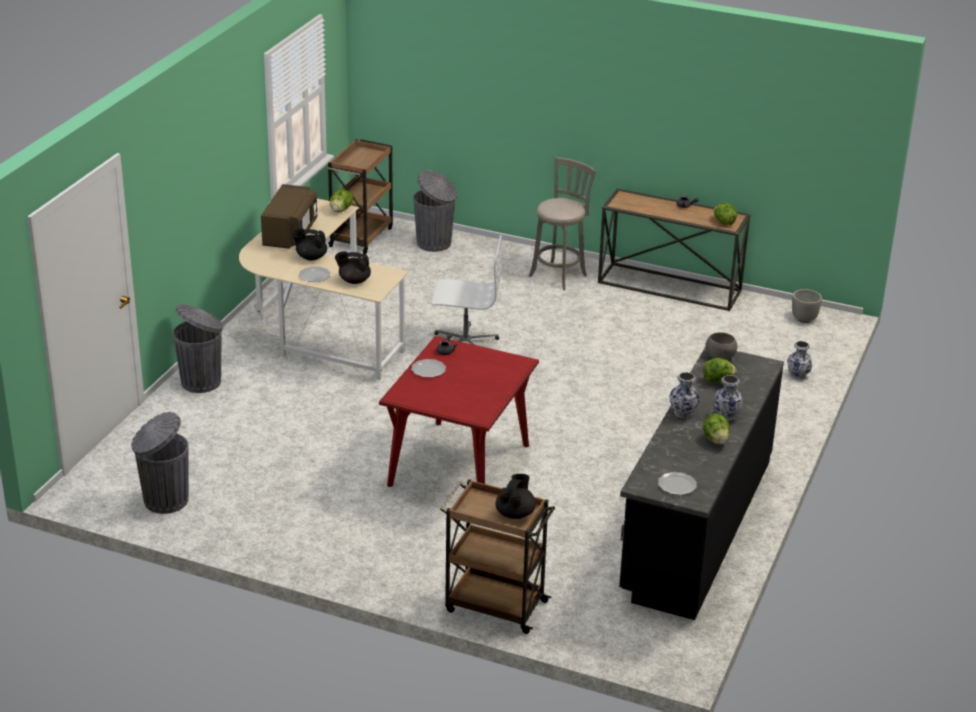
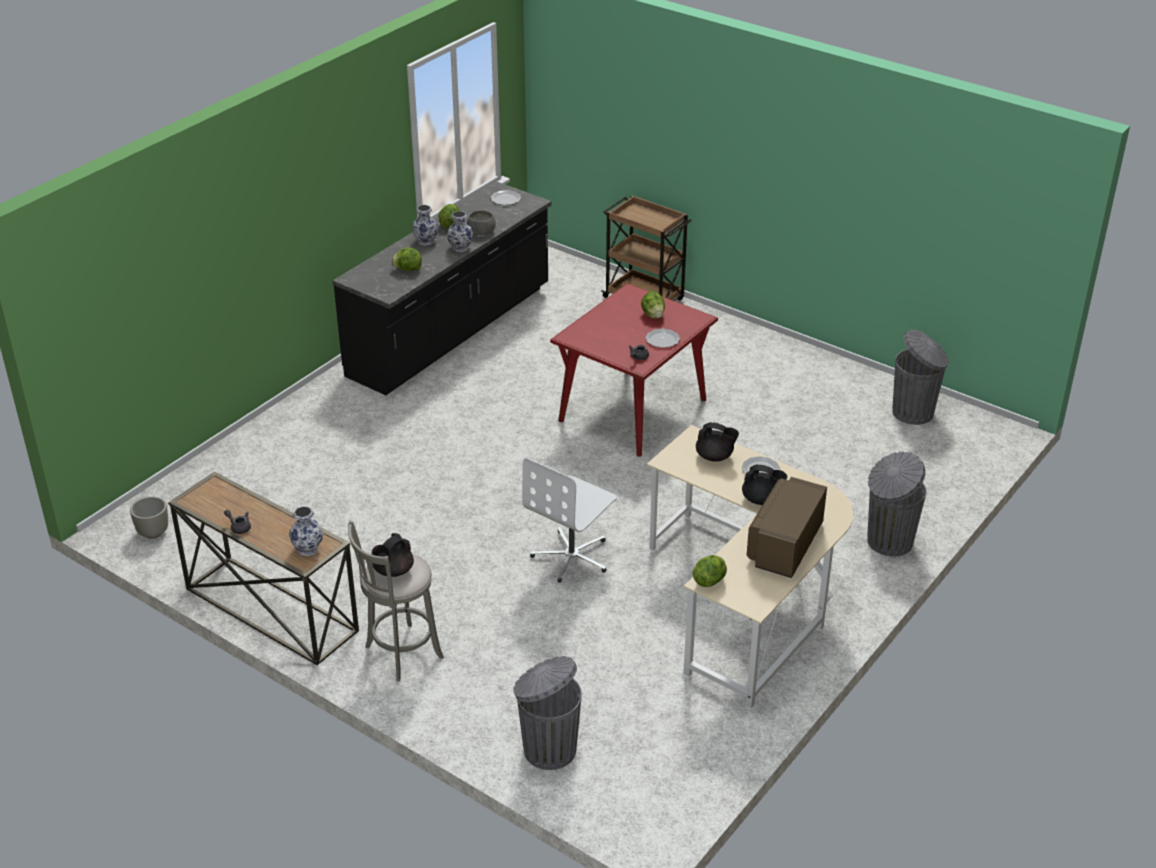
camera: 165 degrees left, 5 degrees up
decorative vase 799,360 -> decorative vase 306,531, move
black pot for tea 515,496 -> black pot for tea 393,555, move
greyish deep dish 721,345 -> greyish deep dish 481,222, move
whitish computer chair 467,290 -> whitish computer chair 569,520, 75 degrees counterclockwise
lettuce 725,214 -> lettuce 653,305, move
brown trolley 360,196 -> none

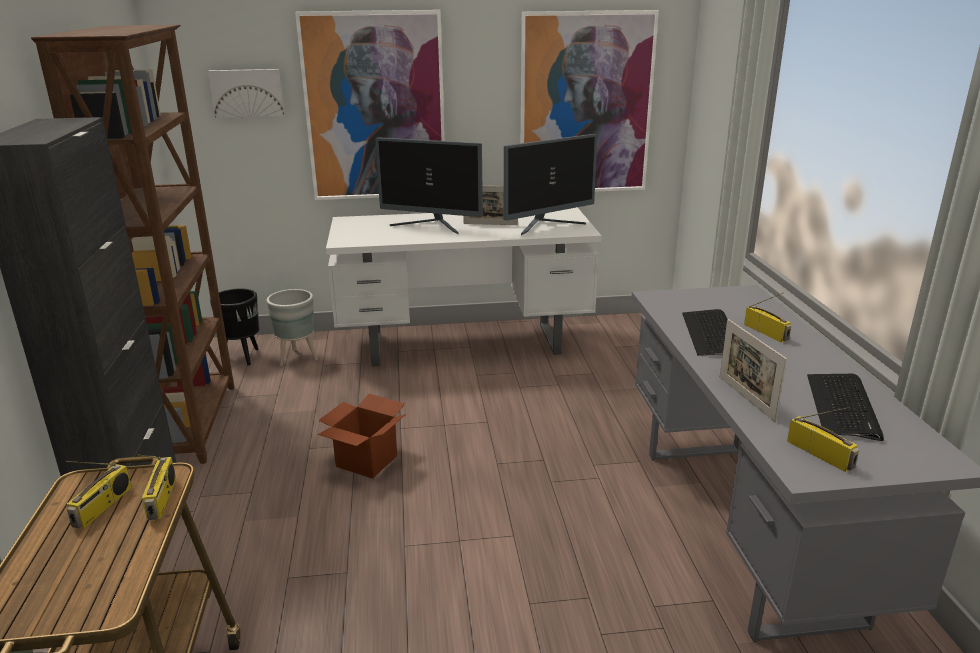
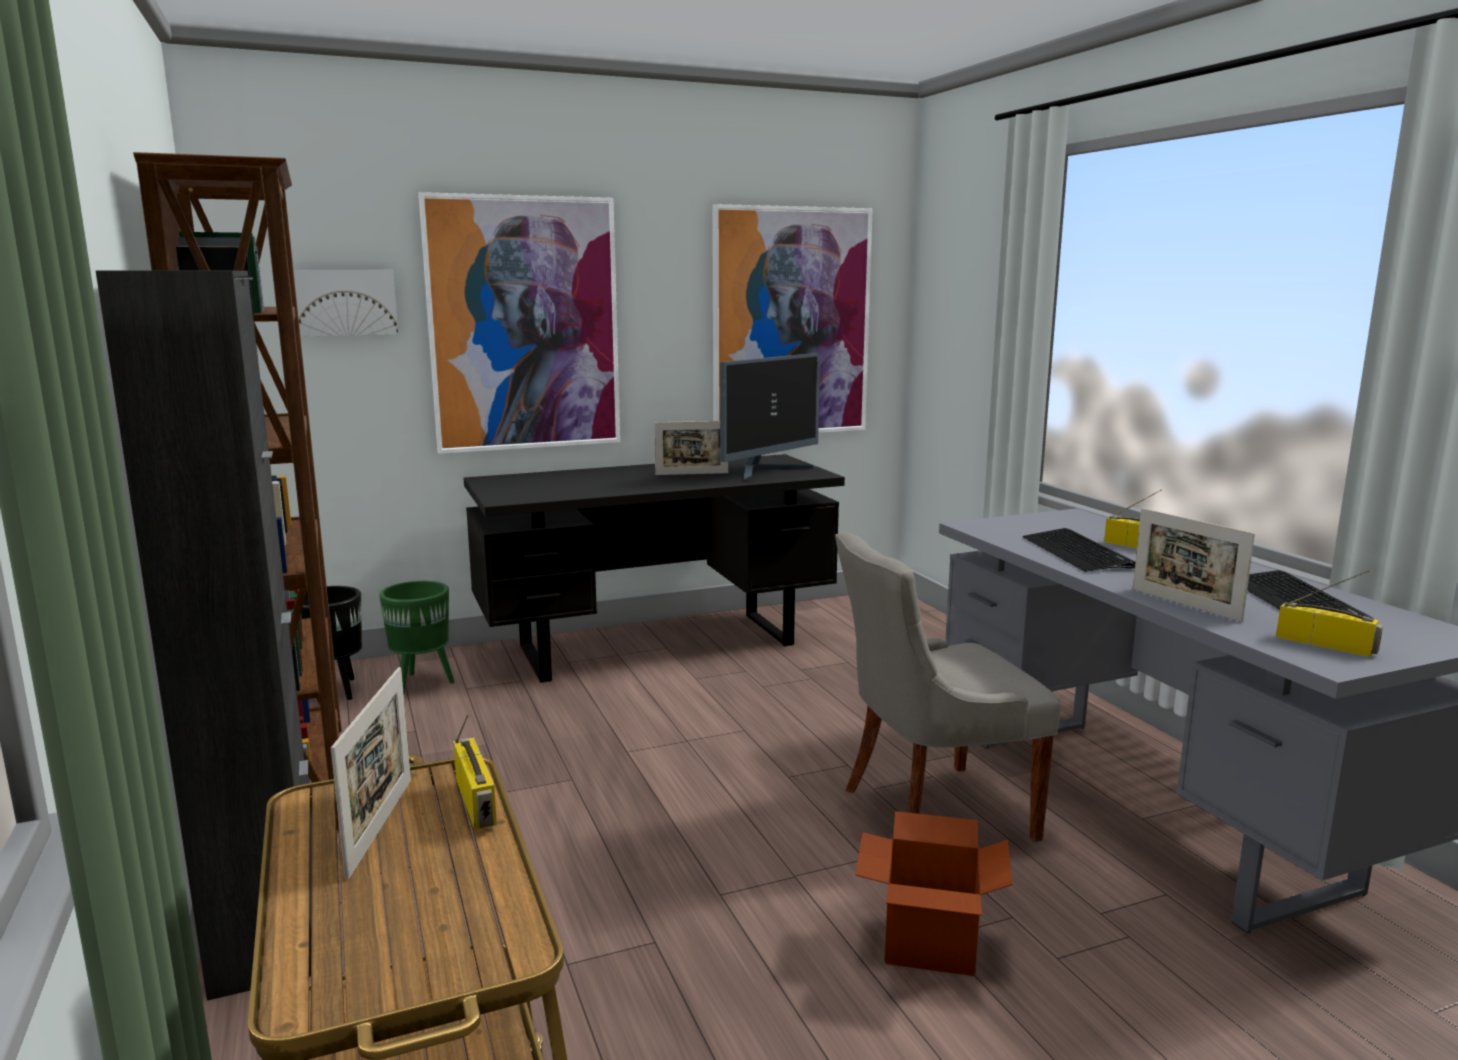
camera: 15 degrees left, 10 degrees down
radio receiver 99,495 -> photo frame 371,773
greyish planter 292,327 -> greenish planter 416,638
whitish desk table 464,286 -> black desk table 654,568
none -> greyish chair 948,687
carton 362,436 -> carton 934,893, move
monitor 429,185 -> none

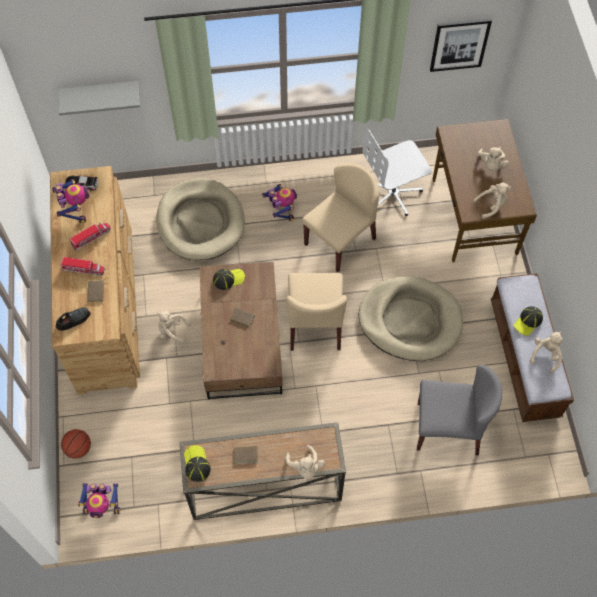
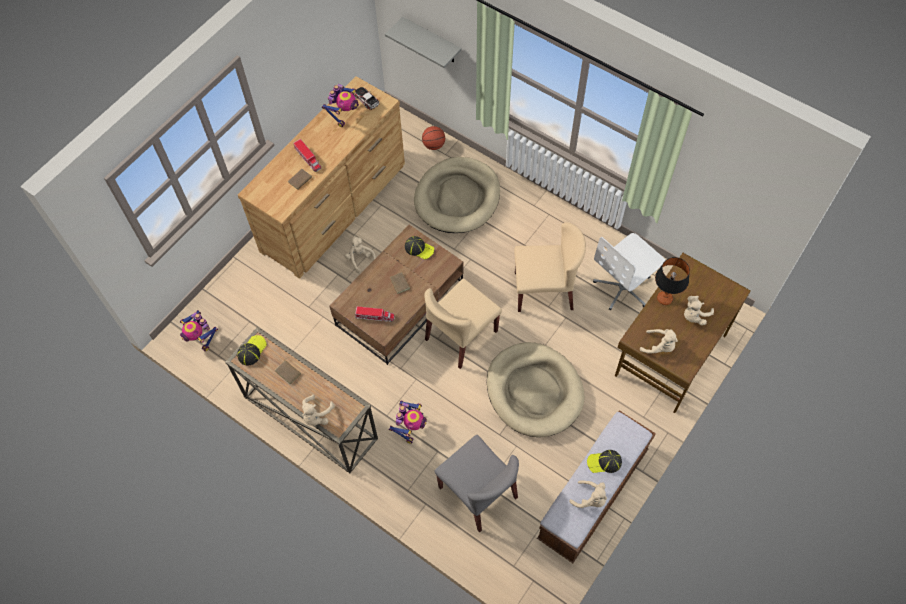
camera: 45 degrees right, 0 degrees up
toy truck 90,237 -> toy truck 375,314, move
model robot 279,202 -> model robot 408,422, move
ball for basketball 76,444 -> ball for basketball 433,138, move
sand-coloured cuddly toy 546,352 -> sand-coloured cuddly toy 588,494, 45 degrees clockwise
whitish computer chair 397,171 -> whitish computer chair 629,271, 60 degrees counterclockwise
none -> lamp for a table 672,281
black low shoe 73,319 -> none
wall picture 461,45 -> none

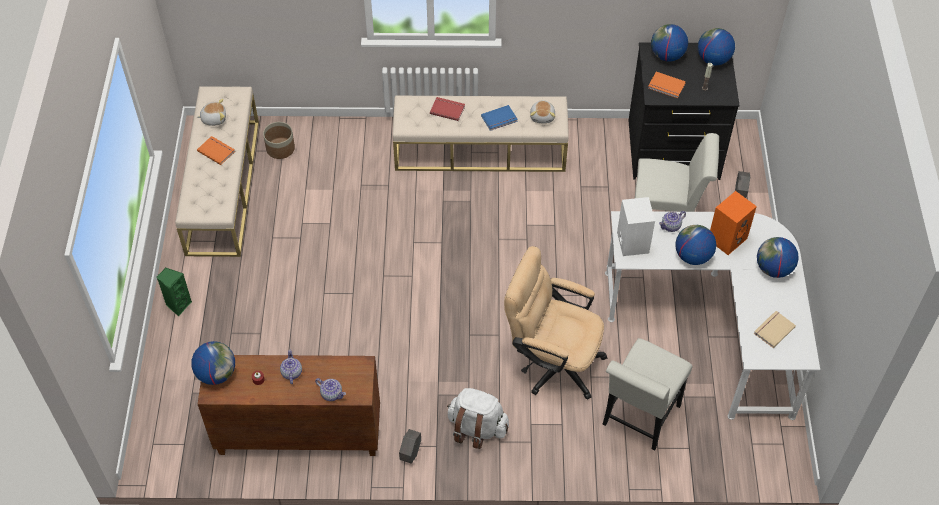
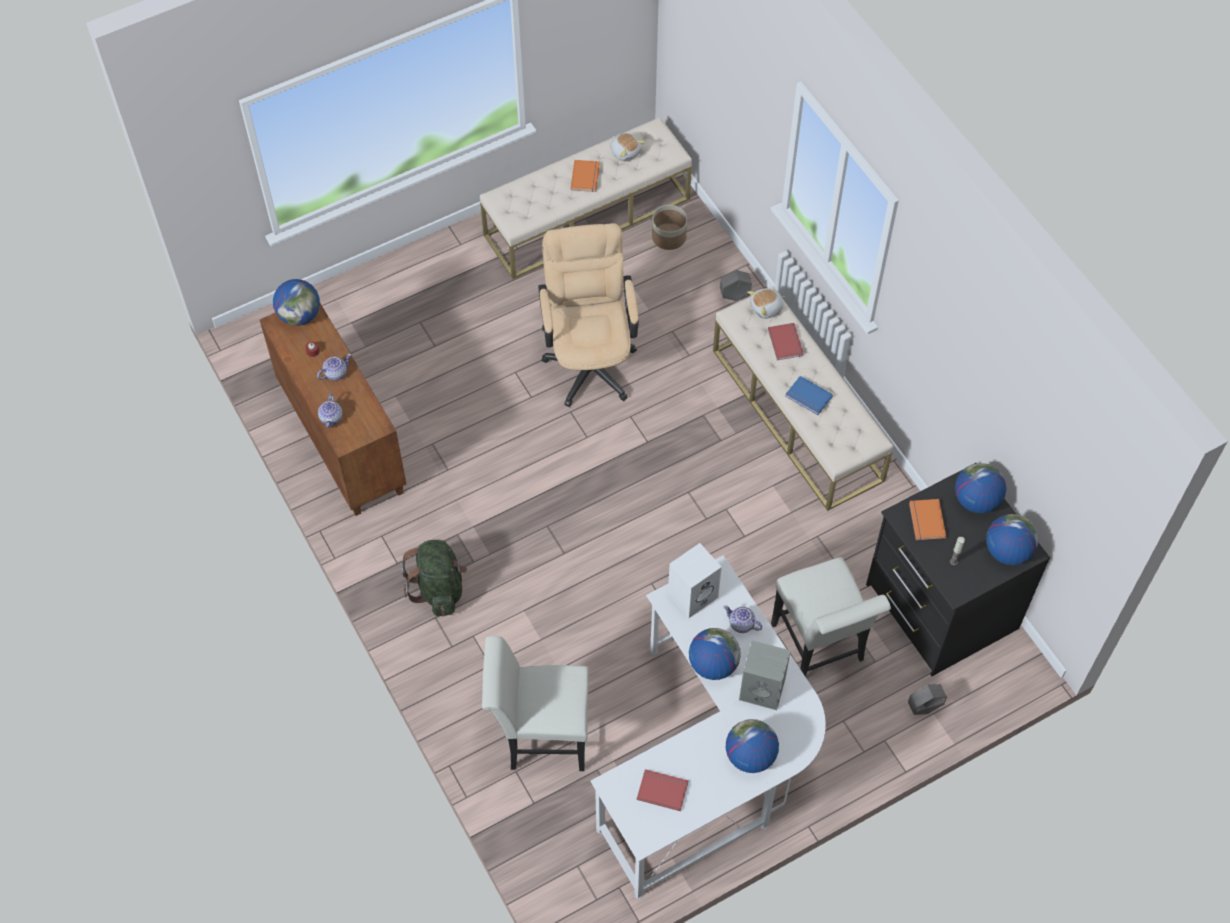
camera: 60 degrees right, 5 degrees up
whitish backpack 478,418 -> greenish backpack 434,578
sand-coloured computer chair 555,323 -> sand-coloured computer chair 588,315, move
sand-coloured book 775,329 -> reddish book 662,790
greyish planter 410,446 -> greyish planter 736,285, move
orange-coloured speaker 733,223 -> greyish speaker 765,675
cuddly toy 542,111 -> cuddly toy 766,303, move
greenish speaker 174,292 -> none

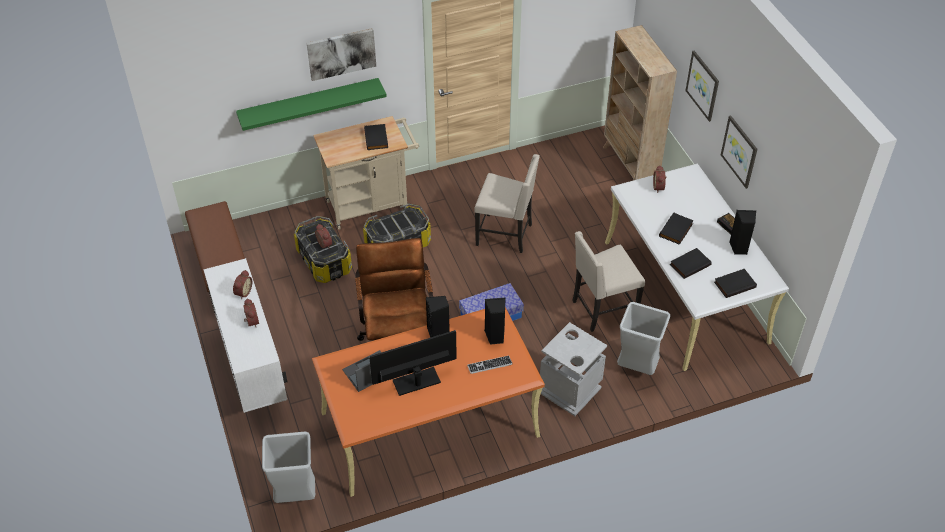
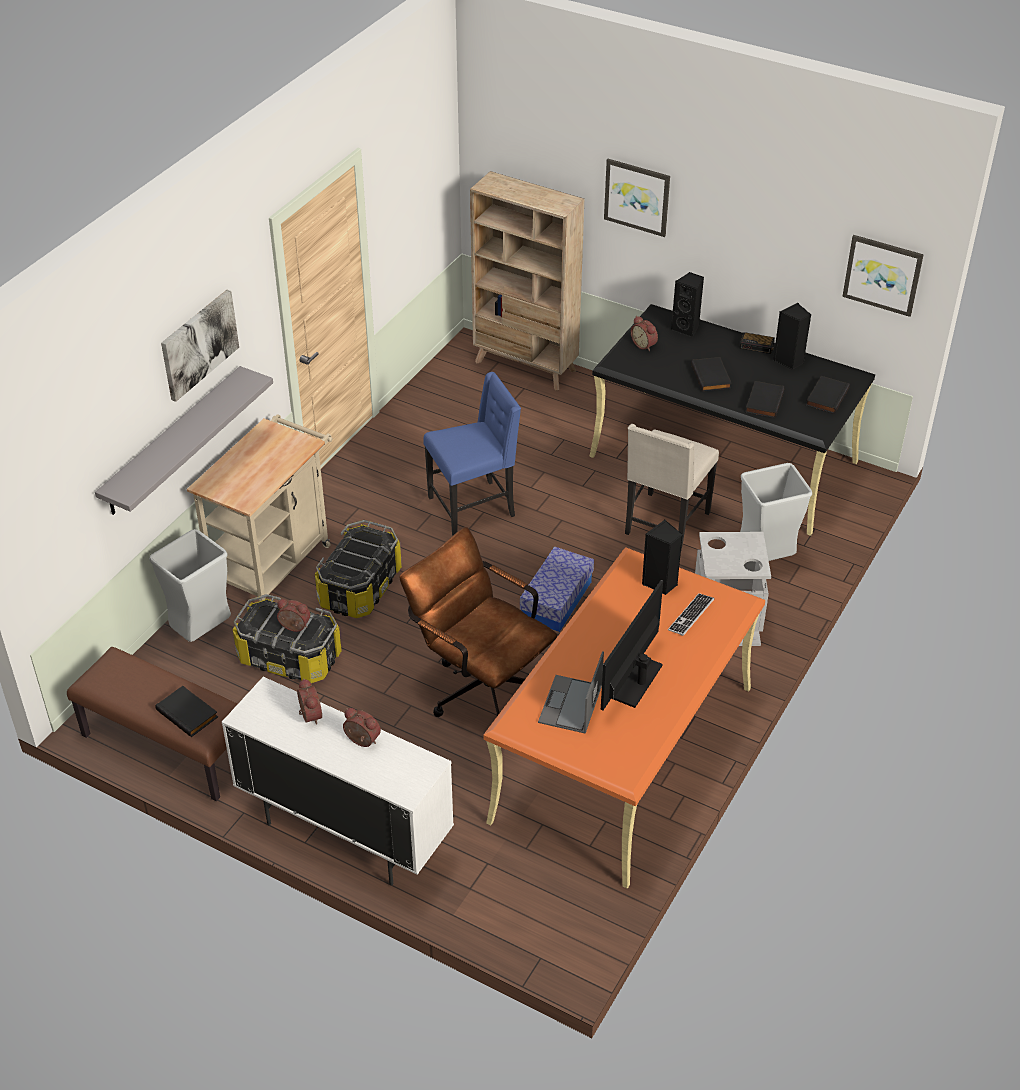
camera: 40 degrees left, 5 degrees down
greenish bracket shelf 311,104 -> greyish bracket shelf 184,440
greyish rubbish bin 288,467 -> greyish rubbish bin 190,585, move
black book 376,137 -> black book 186,711, move
sand-coloured chair 507,203 -> blue-coloured chair 472,454
whitish desk table 697,267 -> black desk table 732,420
black speaker 438,317 -> black speaker 687,304, move
wall picture 739,152 -> wall picture 883,276, move

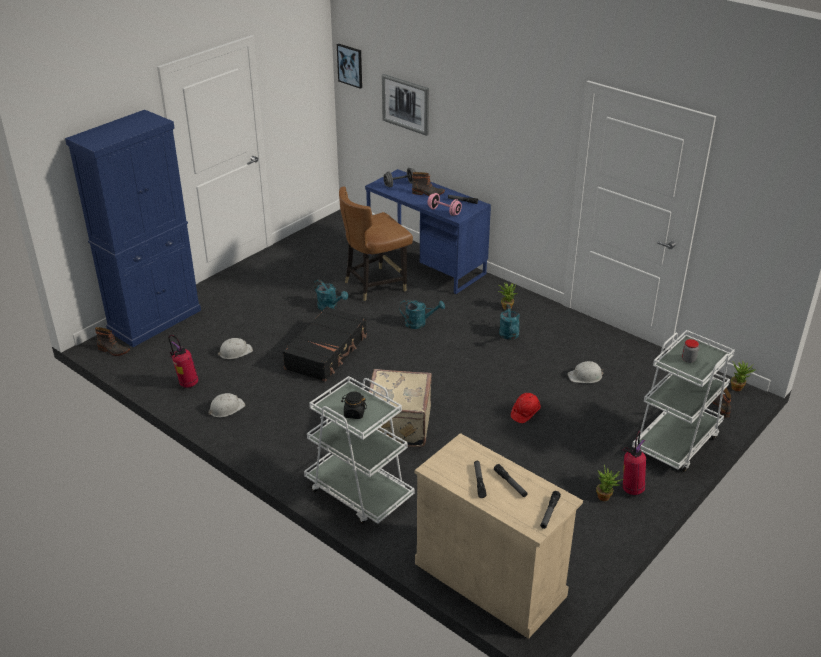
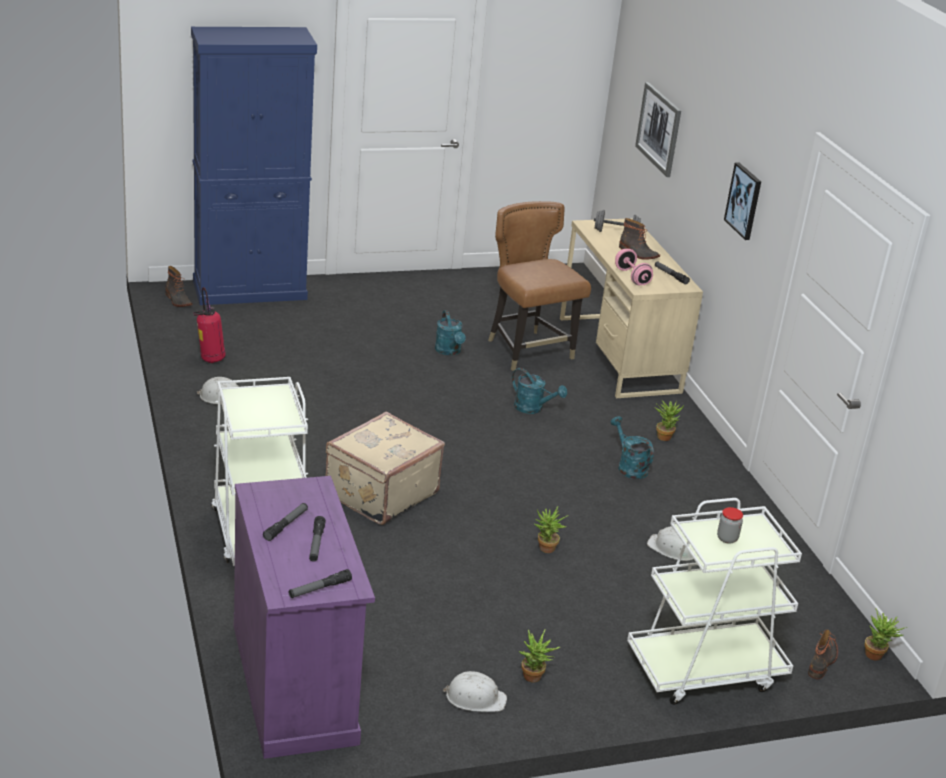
camera: 30 degrees right, 5 degrees down
sand-coloured storage cabinet 499,536 -> purple-coloured storage cabinet 304,617
whitish work helmet 235,348 -> whitish work helmet 475,691, move
brown chair 376,244 -> brown chair 539,286, 60 degrees clockwise
reddish work helmet 526,408 -> potted plant 551,529
blue-coloured desk table 428,231 -> sand-coloured desk table 631,308
turquoise sprinkling can 509,322 -> turquoise sprinkling can 632,447, 120 degrees clockwise
wall picture 349,66 -> wall picture 742,201, move
black travel case 324,344 -> none
black jar 354,405 -> none
fire extinguisher 634,463 -> none

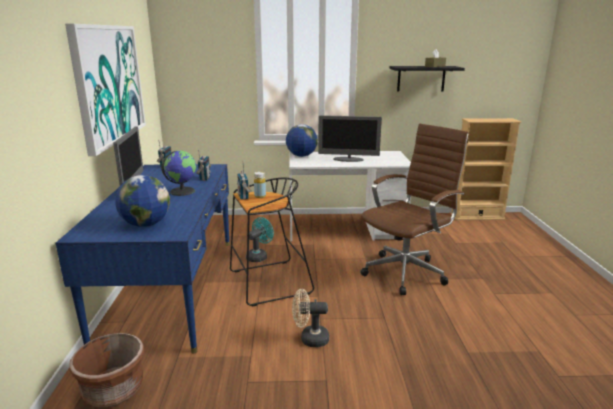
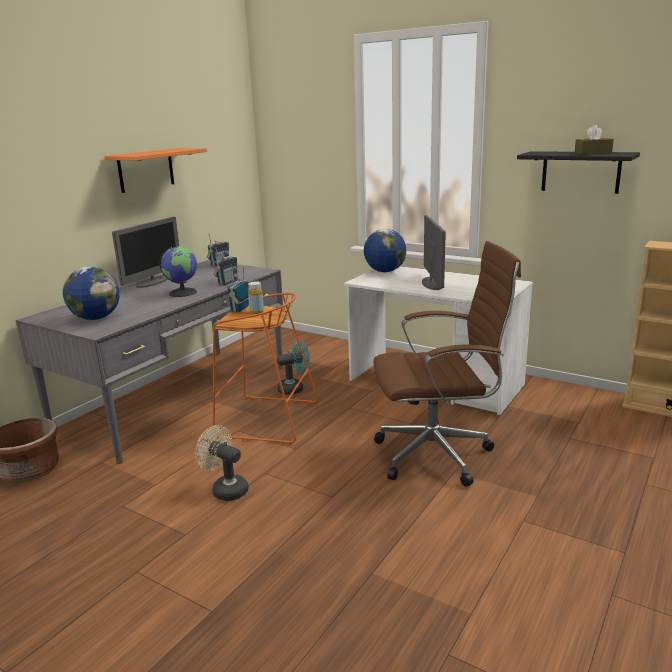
camera: 35 degrees right, 0 degrees up
blue-coloured desk table 143,258 -> greyish desk table 149,362
wall picture 105,90 -> orange-coloured bracket shelf 155,170
black sitting stool 272,242 -> orange-coloured sitting stool 265,368
monitor 350,138 -> monitor 434,252, 135 degrees counterclockwise

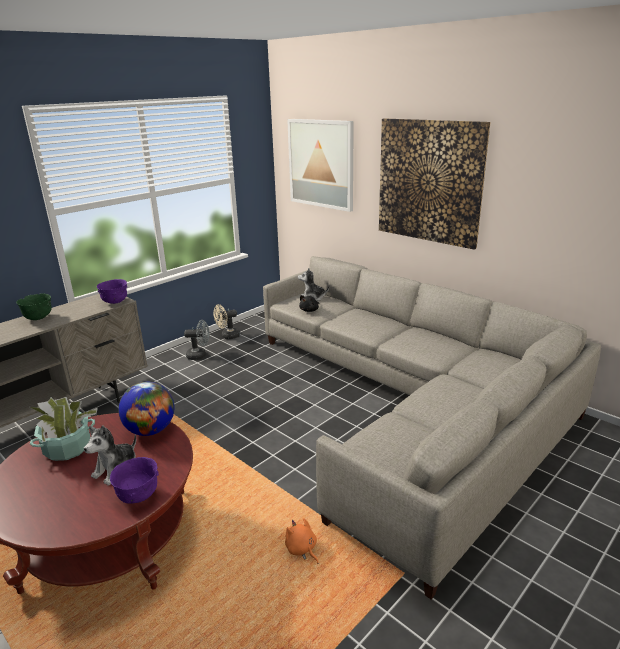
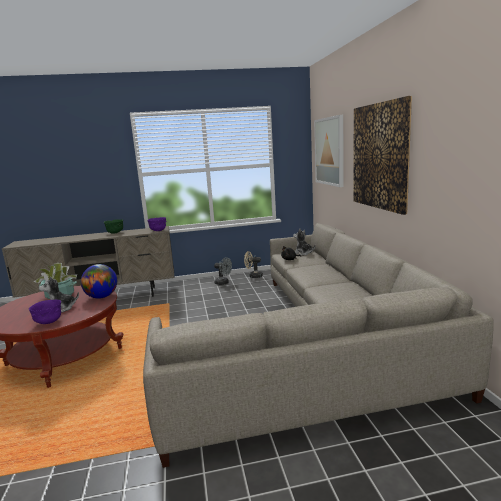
camera: 35 degrees right, 10 degrees down
orange-coloured cuddly toy 301,541 -> none

